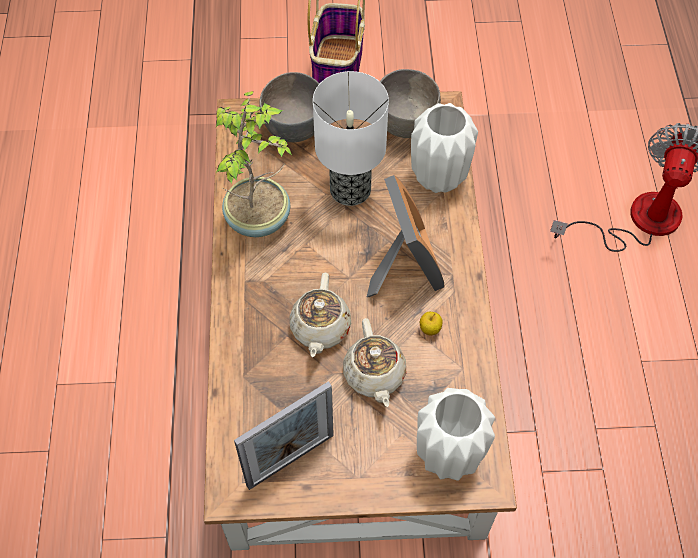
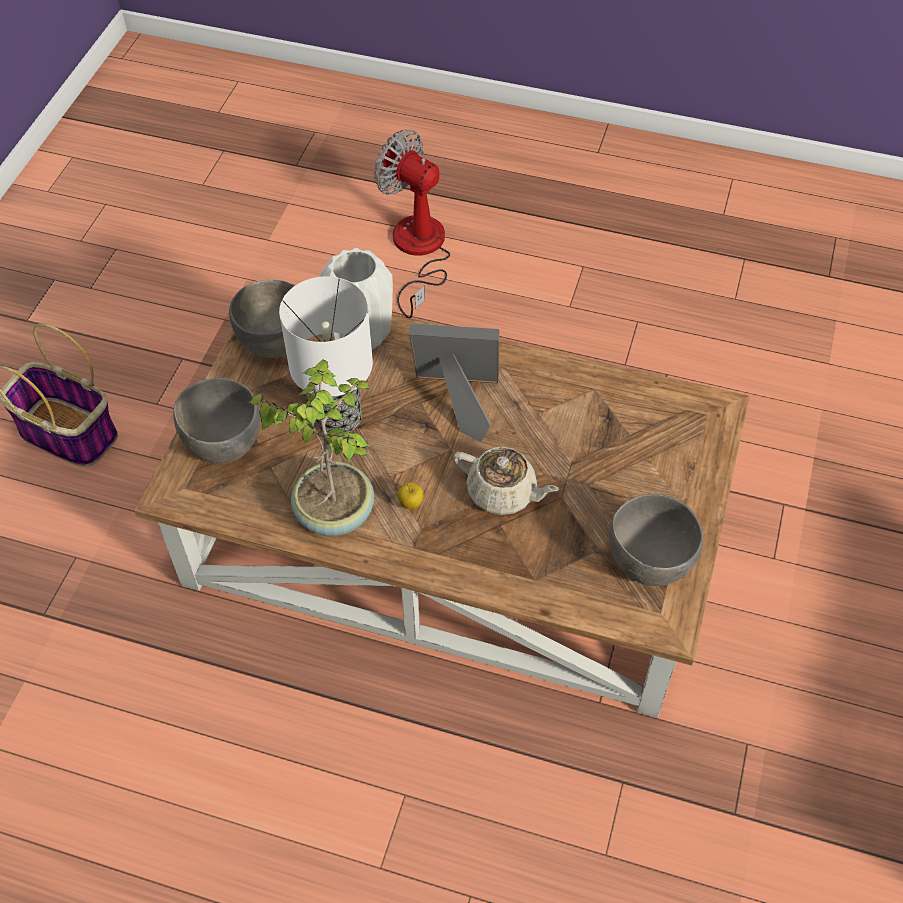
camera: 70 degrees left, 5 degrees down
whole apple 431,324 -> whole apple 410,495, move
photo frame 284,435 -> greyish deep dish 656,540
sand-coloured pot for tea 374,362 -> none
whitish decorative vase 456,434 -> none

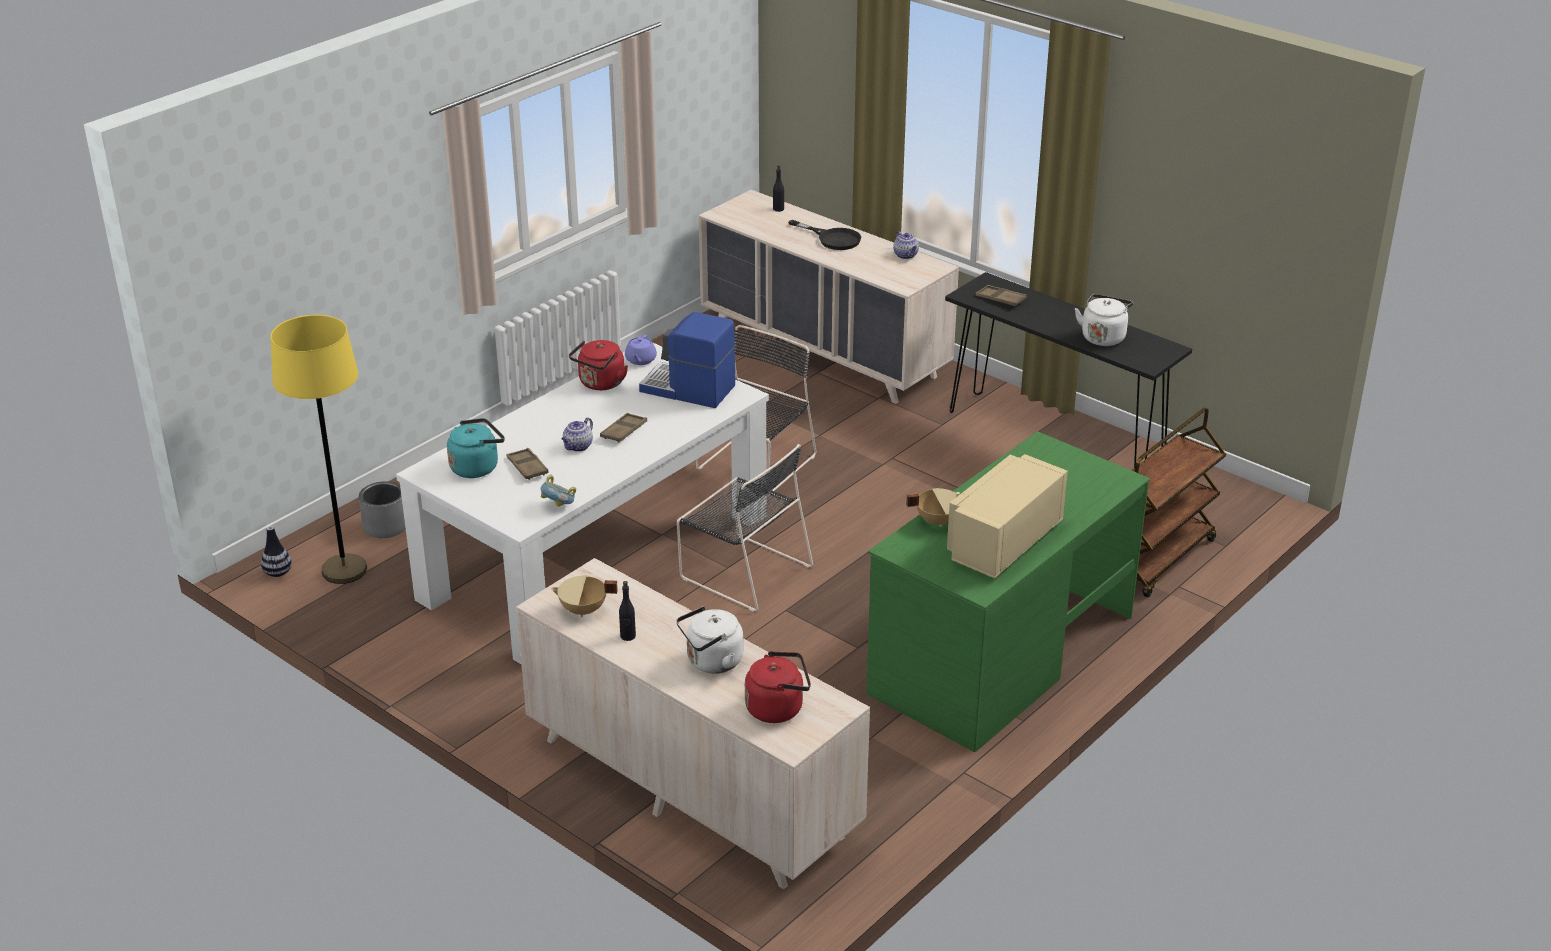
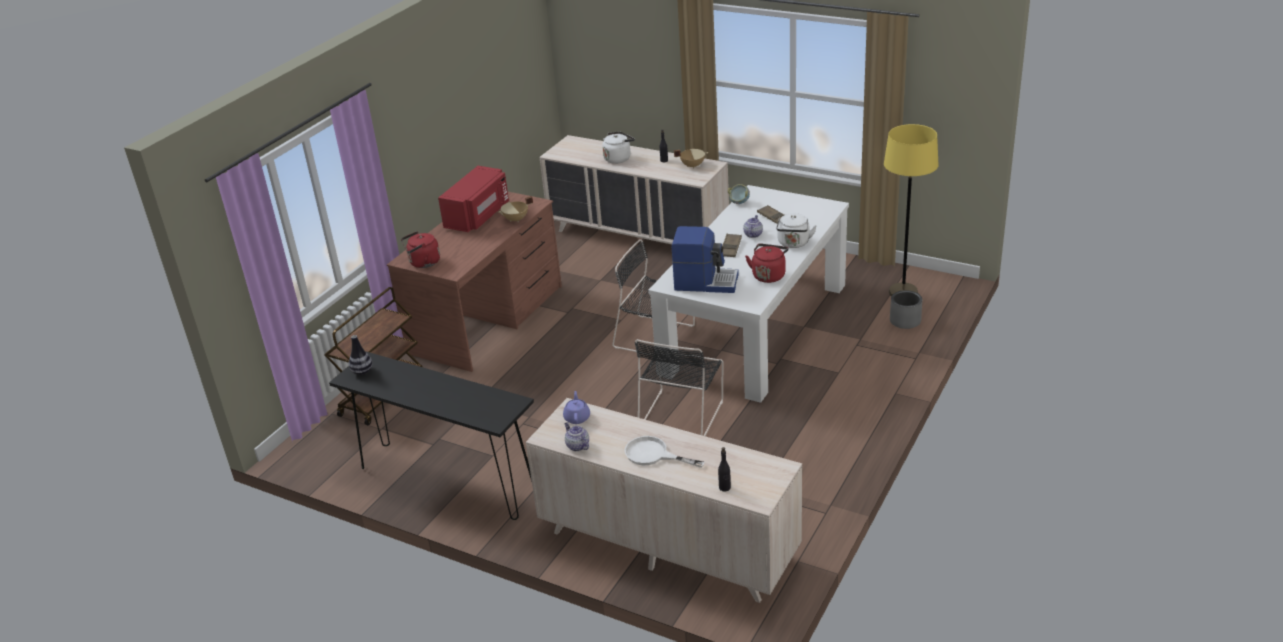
camera: 170 degrees right, 0 degrees up
decorative vase 276,551 -> decorative vase 361,355, move
greenish desk table 1008,591 -> brown desk table 474,282
reddish tea kettle 778,687 -> reddish tea kettle 420,249, move
sand-coloured microwave oven 1007,516 -> reddish microwave oven 473,199
purple-coloured pot for tea 641,349 -> purple-coloured pot for tea 576,407, move
black skillet 825,235 -> whitish skillet 665,452
whitish tea kettle 1104,320 -> whitish tea kettle 797,230, move
turquoise tea kettle 476,448 -> none
brown carrying tray 1001,295 -> none

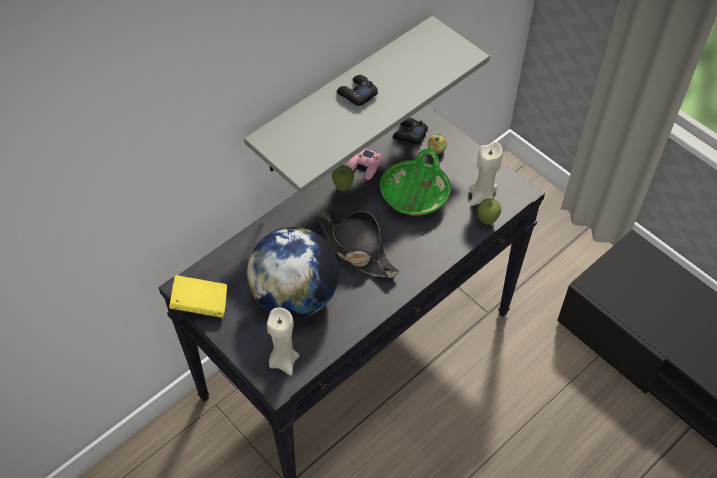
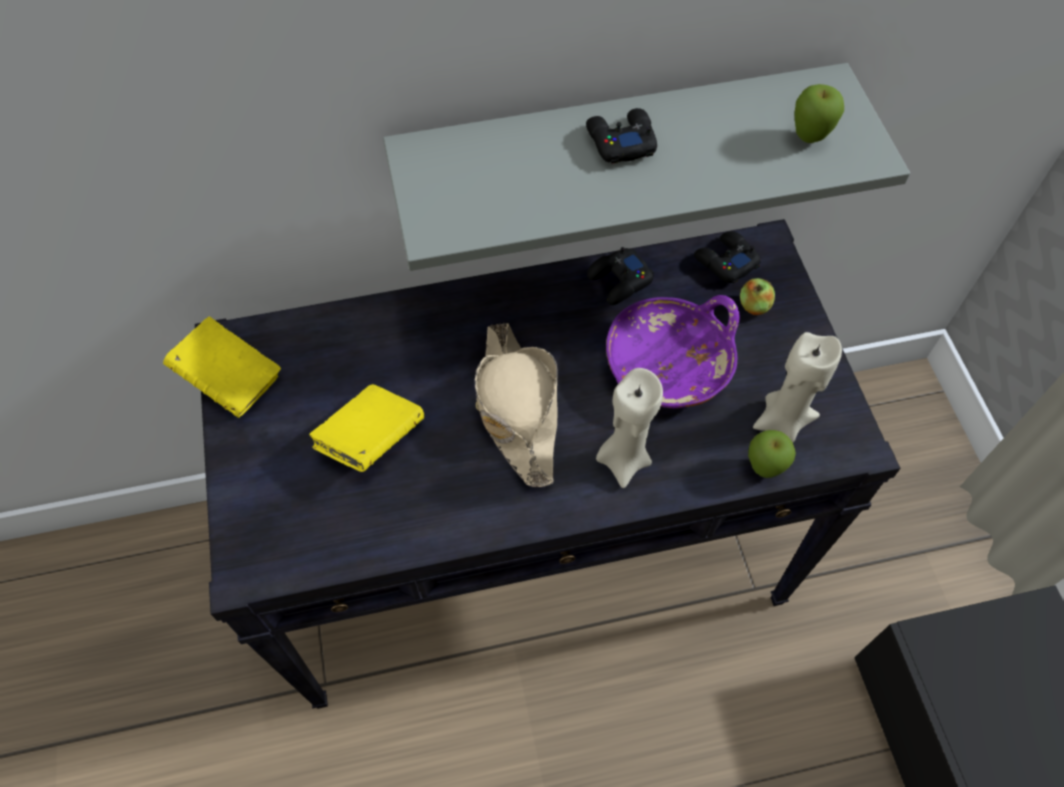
camera: 30 degrees right, 5 degrees up
desk globe 293,273 -> yellow-coloured book 366,428
black hat 359,244 -> sand-coloured hat 516,405
pink-coloured game controller 364,164 -> black game controller 620,276
sand-coloured wax light 283,341 -> sand-coloured wax light 629,428, move
greenish deep dish 415,182 -> purple-coloured deep dish 673,351
whole apple 343,178 -> whole apple 819,113, move

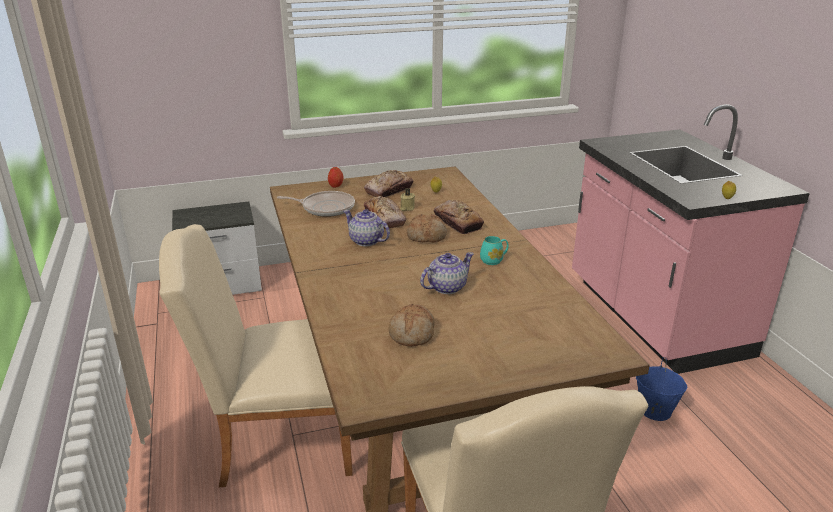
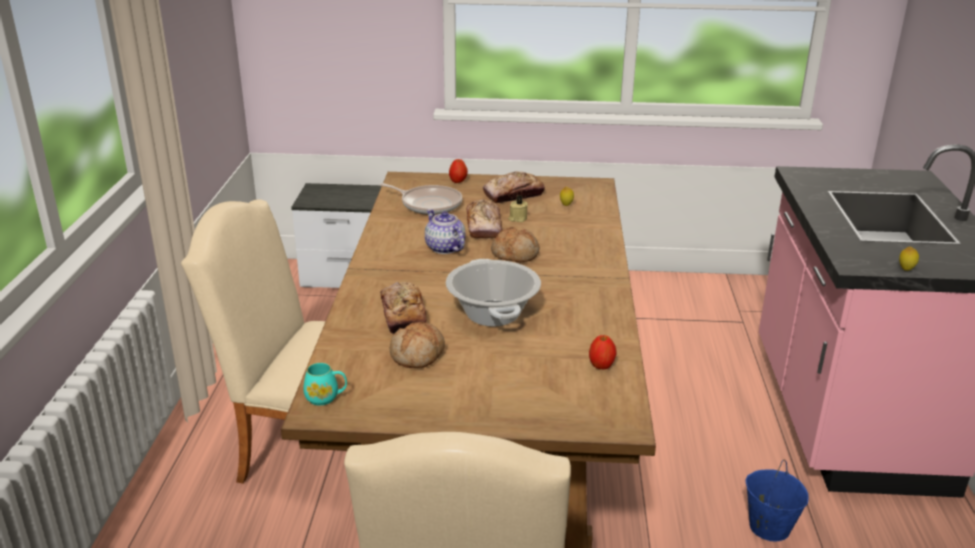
camera: 20 degrees right, 0 degrees up
turquoise mug 494,250 -> turquoise mug 325,384, move
bread 459,217 -> bread 403,308, move
pot for tea 447,273 -> saucepot 493,292
none -> whole apple 602,352

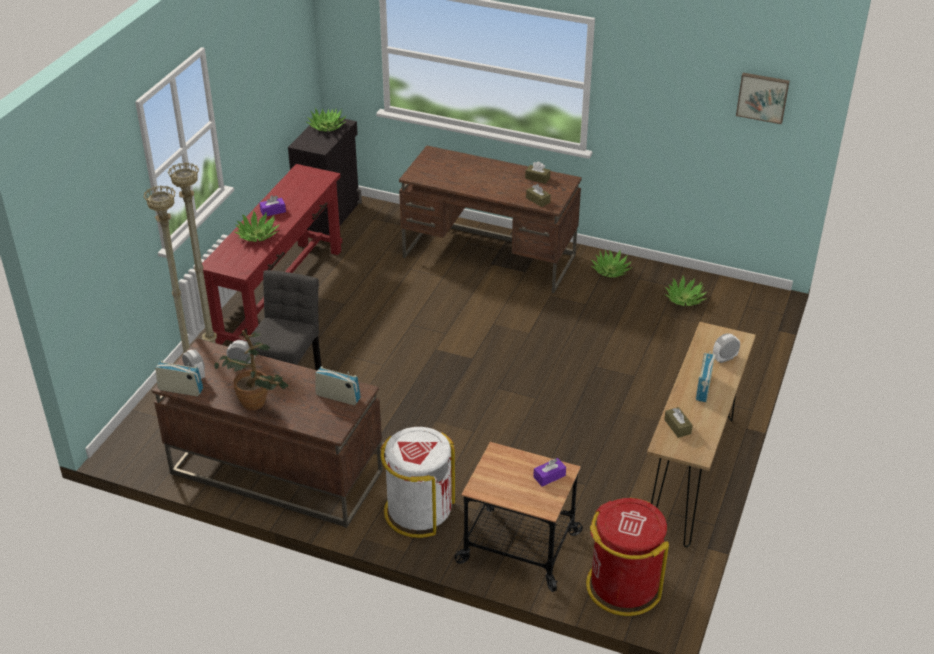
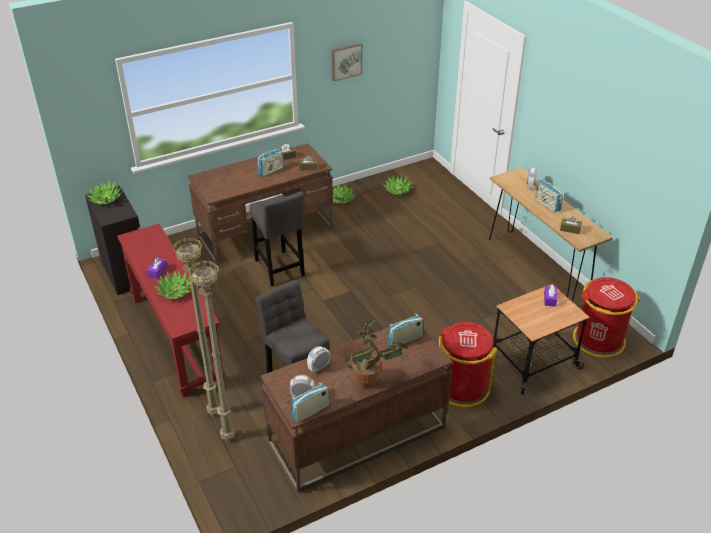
camera: 50 degrees left, 0 degrees up
none -> greyish sitting stool 277,239
none -> radio receiver 271,163
wall picture 763,98 -> wall picture 346,62, move
whitish rubbish bin 417,482 -> reddish rubbish bin 468,364

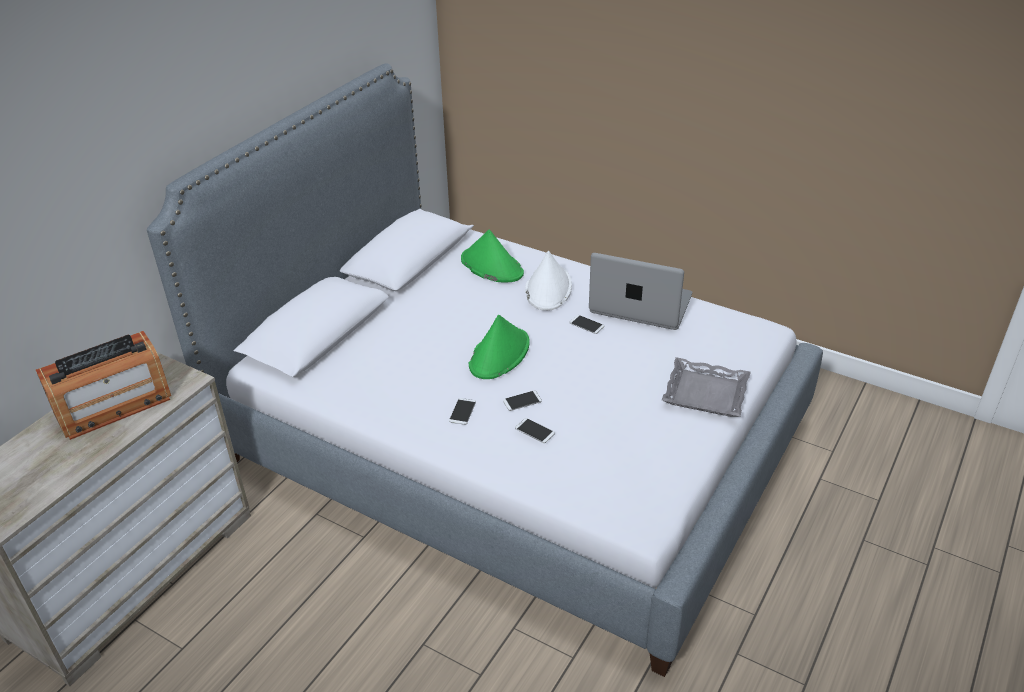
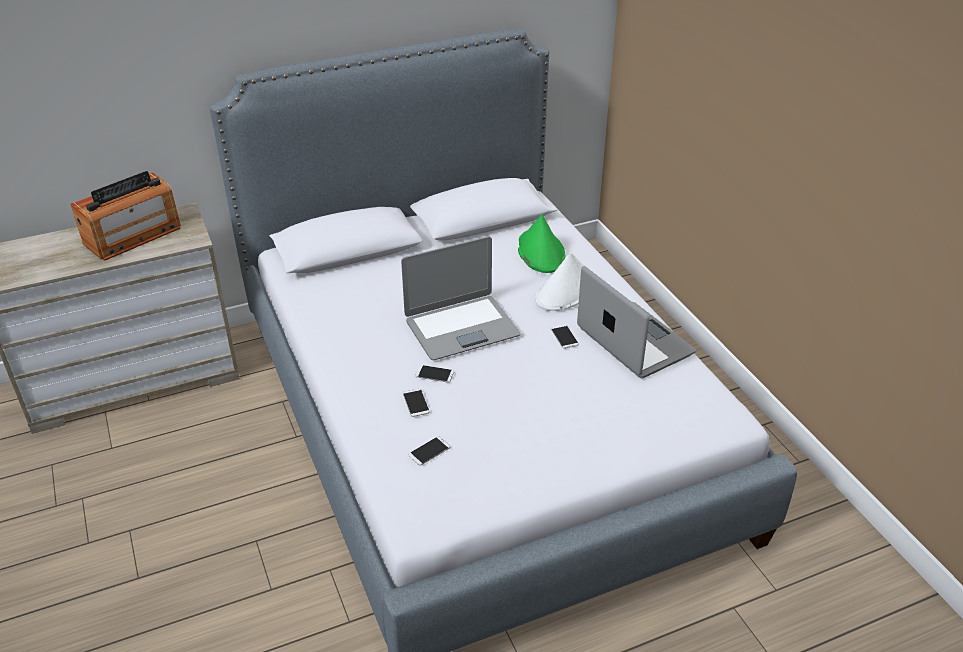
camera: 35 degrees right, 0 degrees up
radio receiver 103,385 -> radio receiver 126,216, 45 degrees counterclockwise
greenish hat 499,347 -> laptop 461,298
phone 462,411 -> phone 429,450, move
greyish carrying tray 706,387 -> none

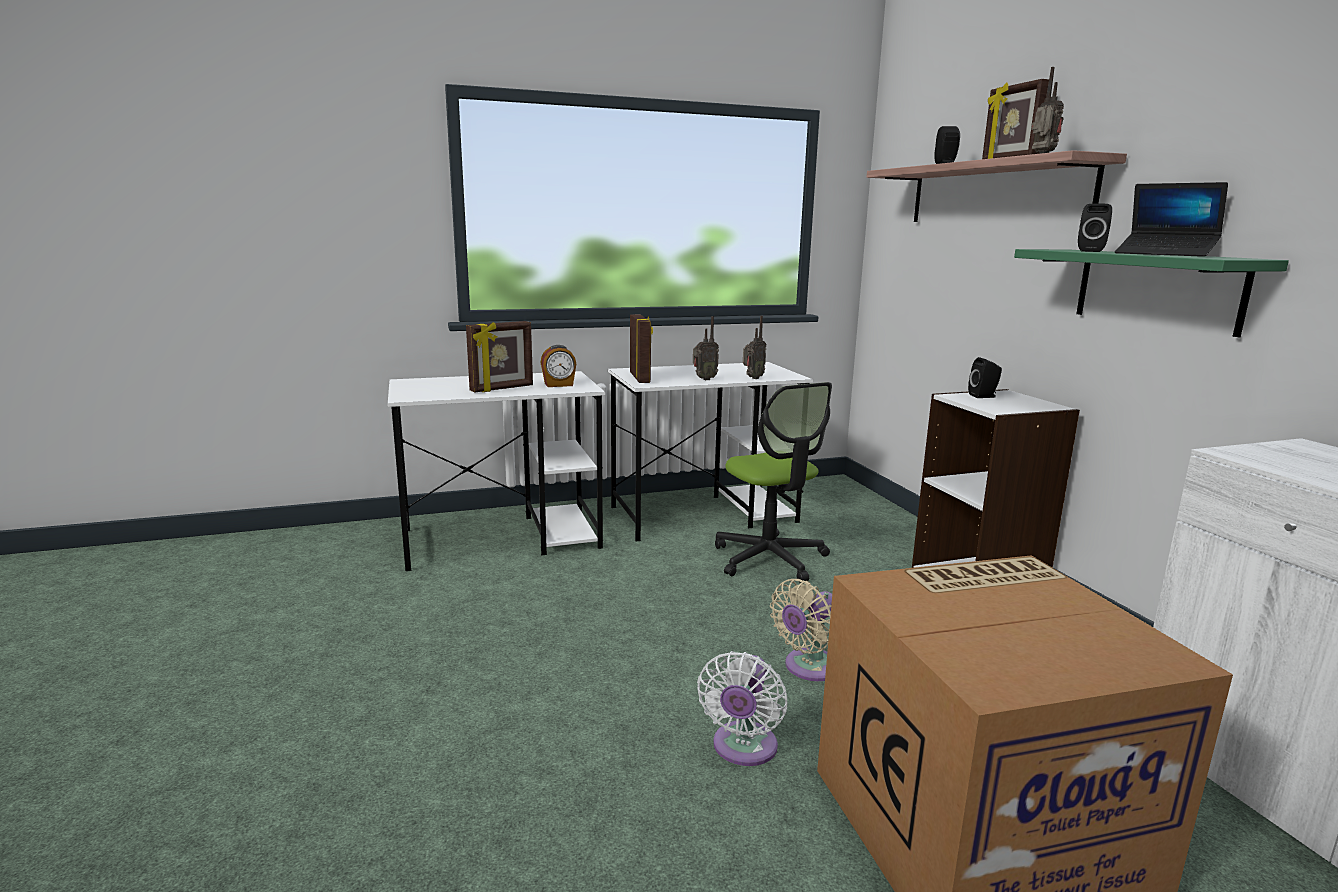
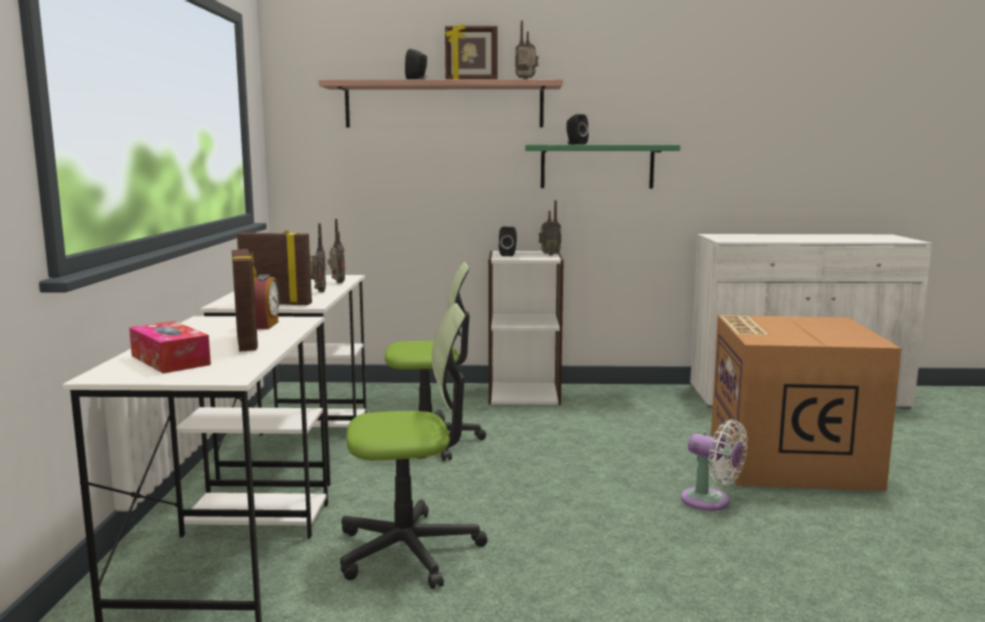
camera: 70 degrees left, 5 degrees down
none -> box of tissues 170,347
none -> computer chair 413,446
none -> radio receiver 550,228
sand-coloured fan 801,630 -> none
laptop 1171,219 -> none

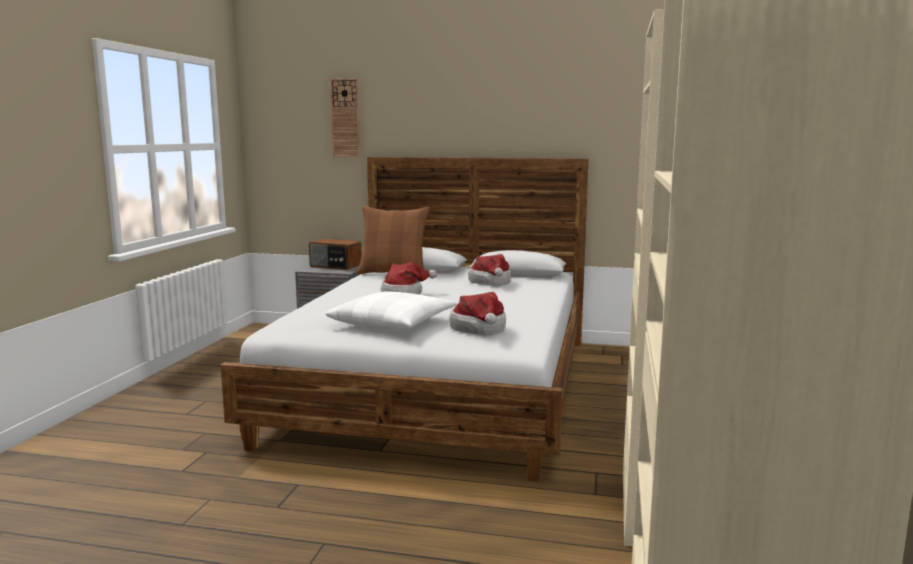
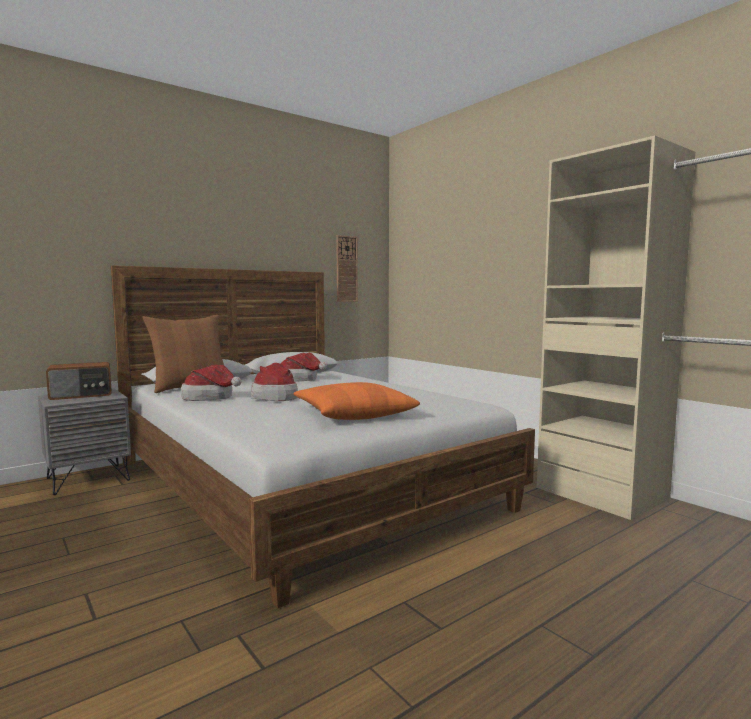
camera: 50 degrees left, 5 degrees down
hat 477,313 -> hat 211,382, move
whitish pillow 391,311 -> orange-coloured pillow 357,401
hanging clock 345,117 -> hanging clock 347,268, move

